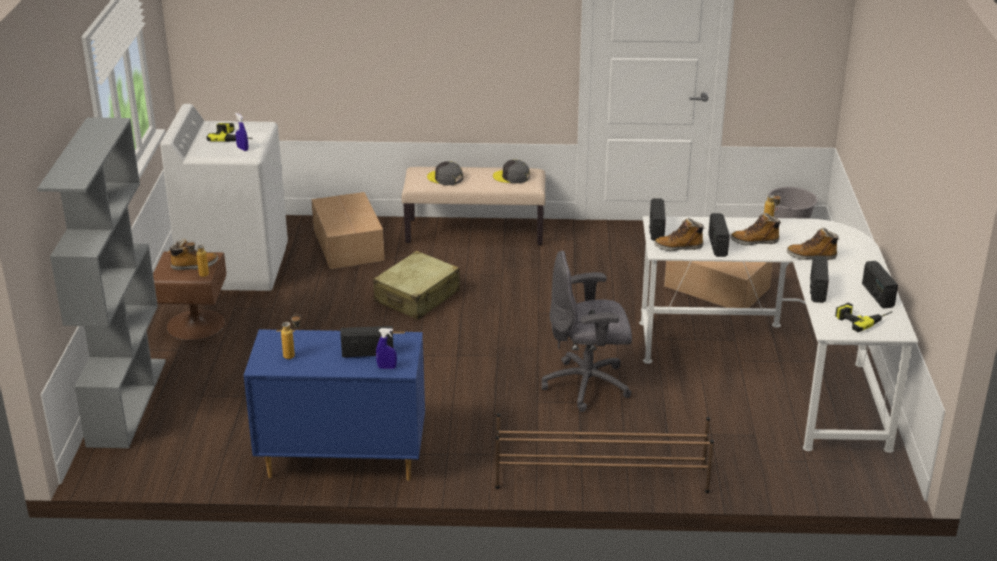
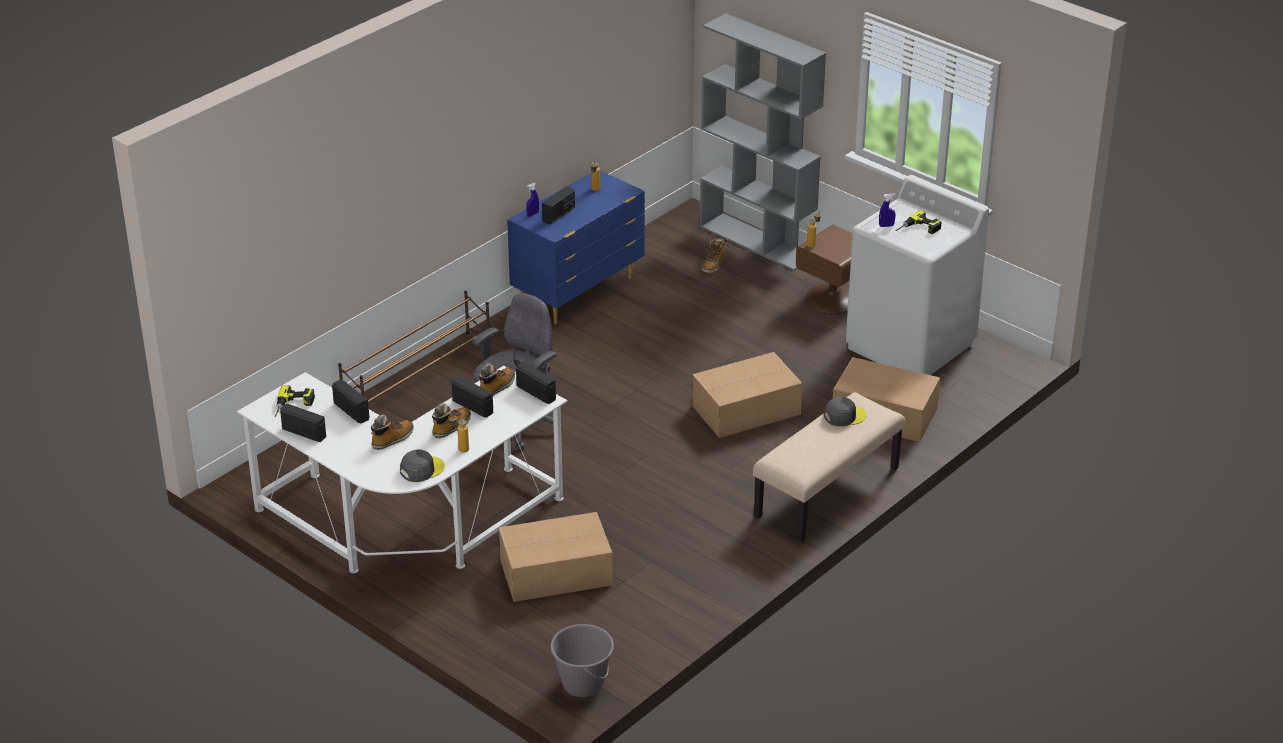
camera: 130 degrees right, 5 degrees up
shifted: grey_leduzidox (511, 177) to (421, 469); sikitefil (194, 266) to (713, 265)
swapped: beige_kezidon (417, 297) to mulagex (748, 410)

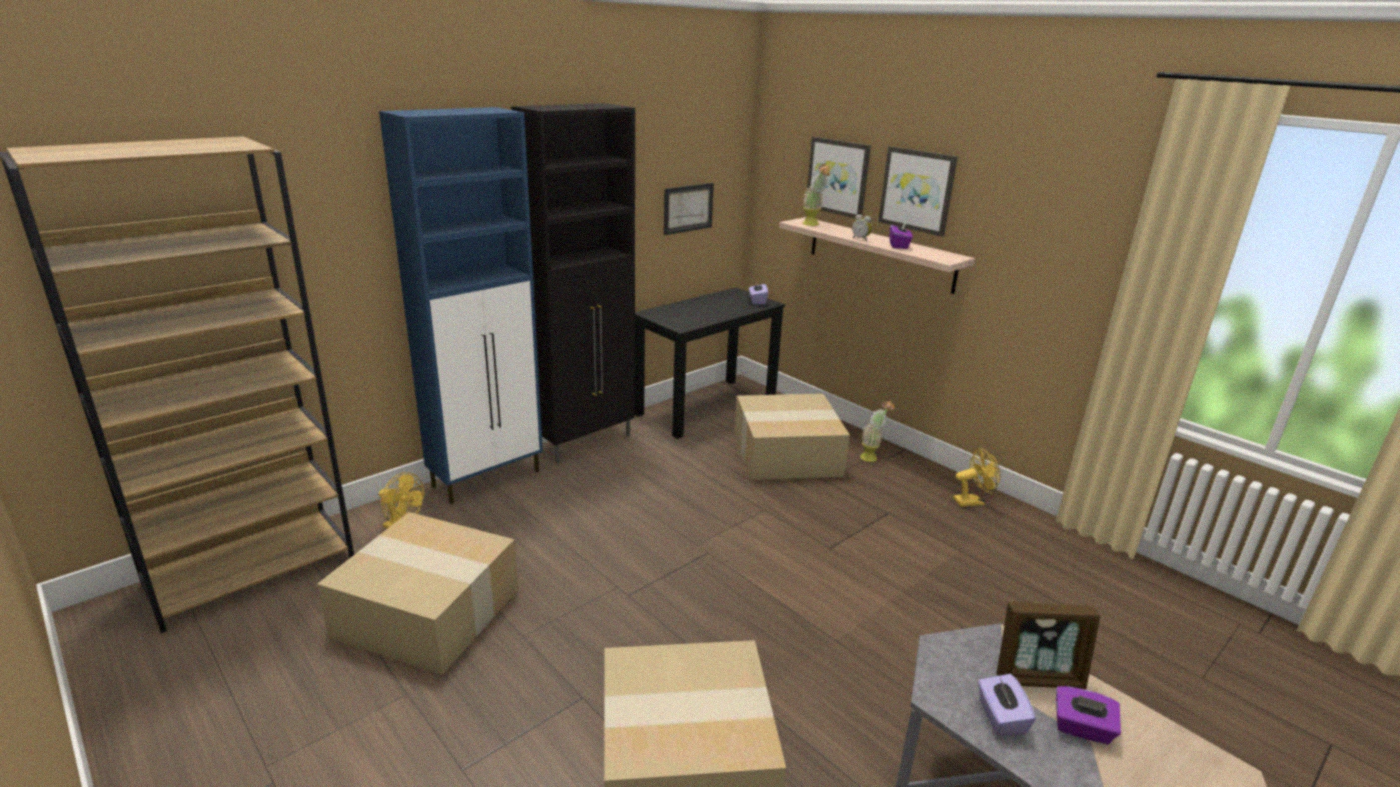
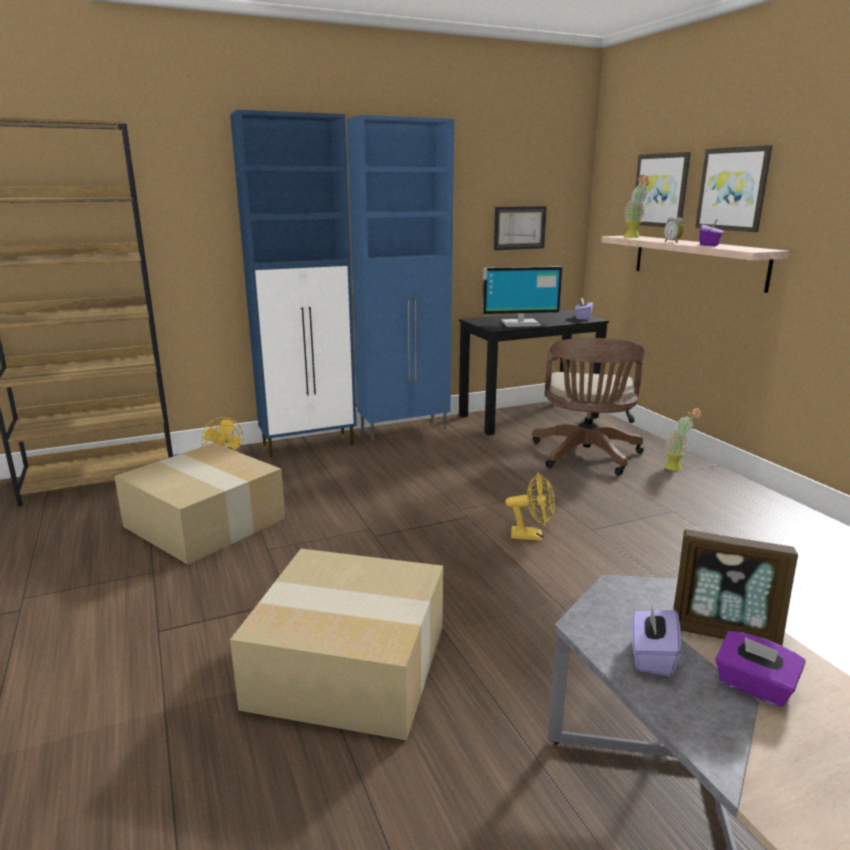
camera: 20 degrees right, 5 degrees down
new: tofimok (520, 323)
shifted: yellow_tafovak (972, 501) to (532, 536)
swapped: mulagex (785, 455) to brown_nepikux (586, 456)
repainted: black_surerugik (585, 442) to blue_surerugik (405, 430)

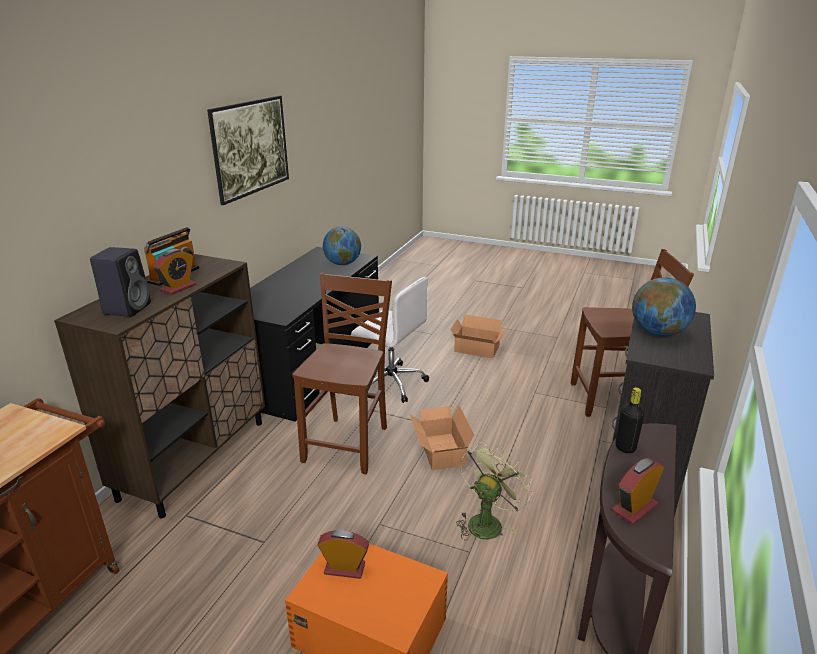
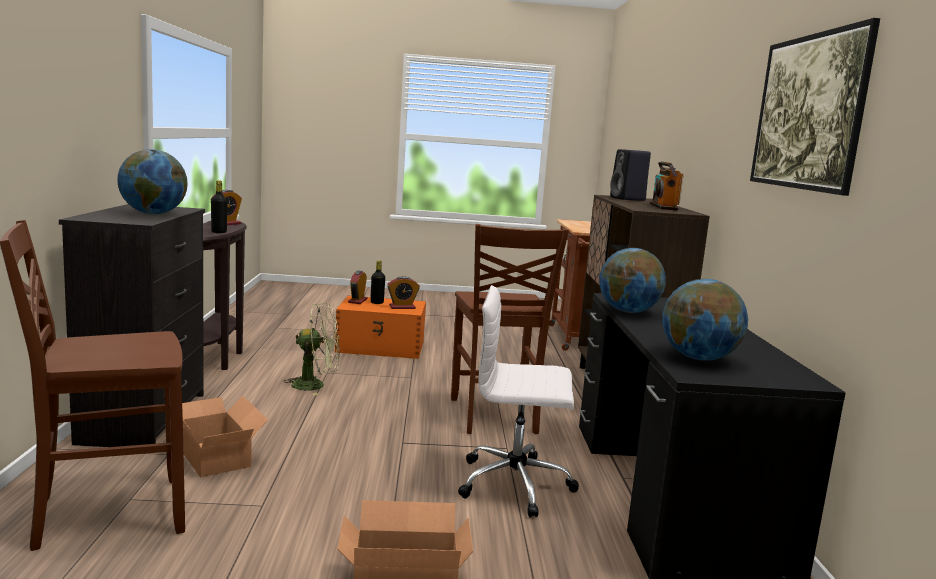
camera: 155 degrees right, 15 degrees down
new: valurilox (628, 311); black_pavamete (377, 303)
shifted: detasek (178, 288) to (357, 301); mulagex (440, 452) to (217, 455)
rotated: green_tafovak (487, 521) = (315, 385) 105 degrees counterclockwise

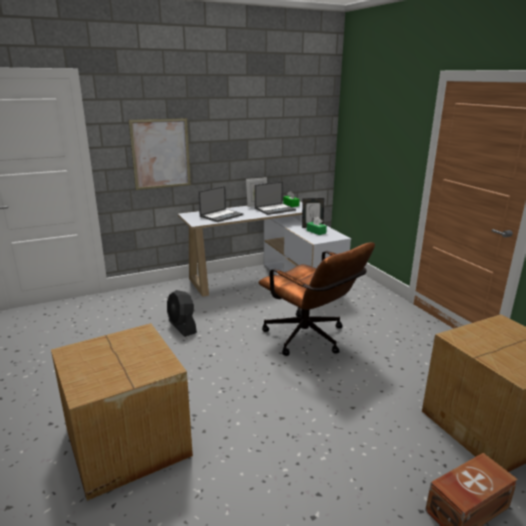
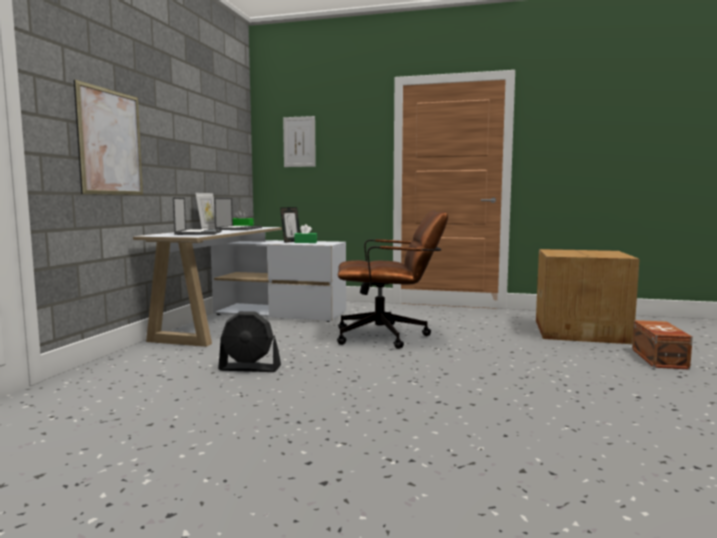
camera: 50 degrees left, 15 degrees down
gone: mulagex (126, 444)
new: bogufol (299, 142)

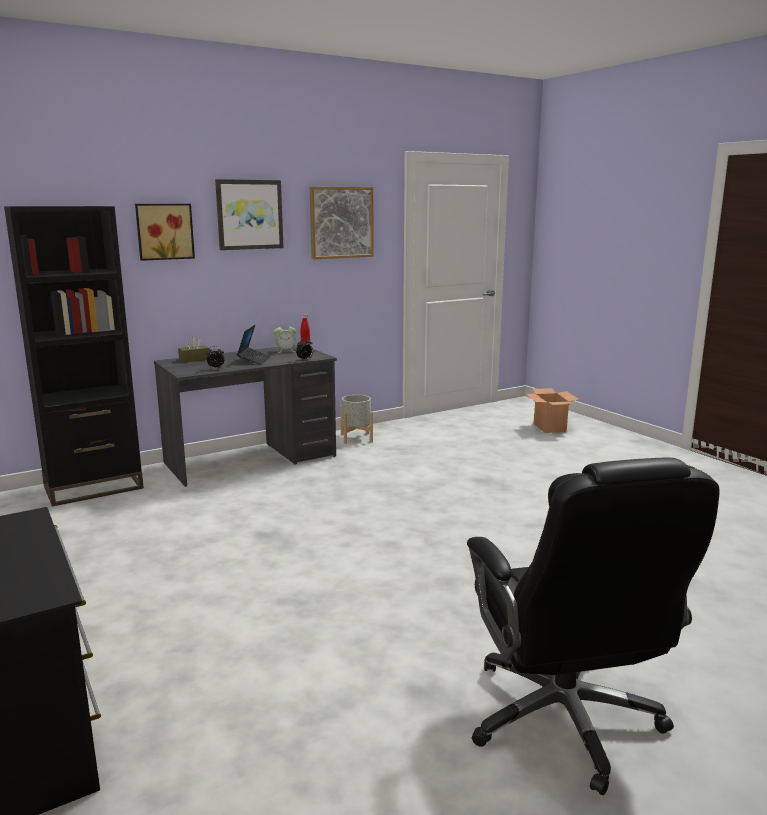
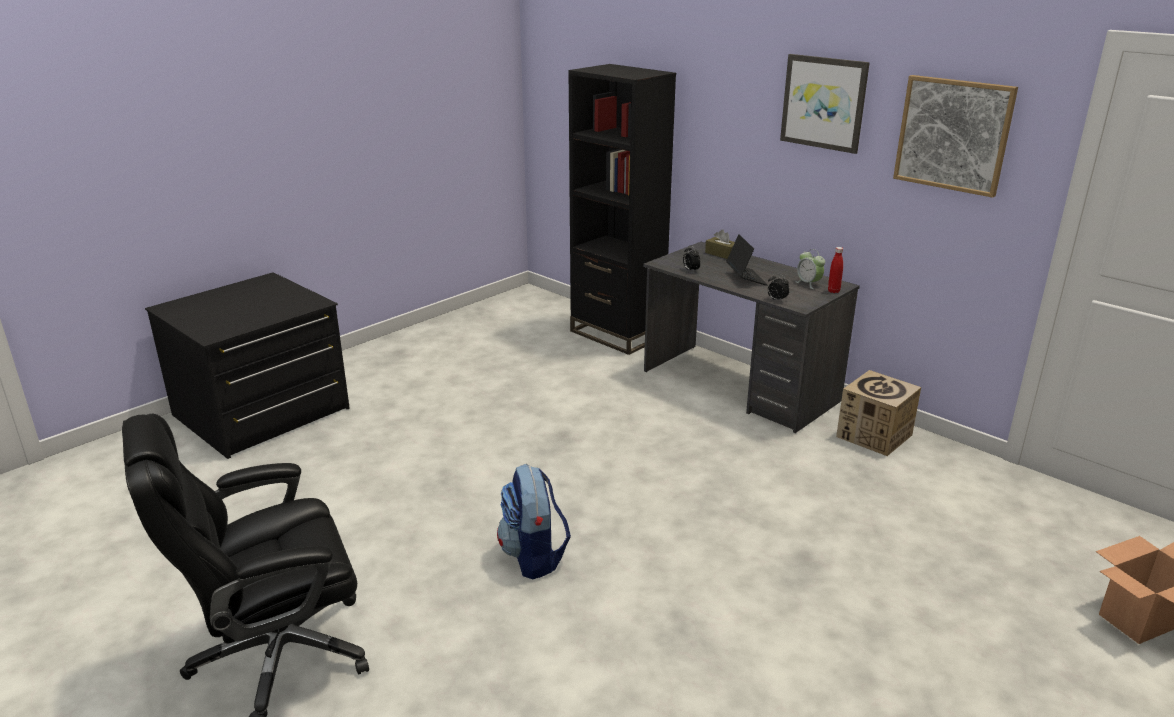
camera: 75 degrees right, 10 degrees up
gone: bogufol (164, 231)
new: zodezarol (534, 557)
swapped: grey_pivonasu (356, 438) to mulagex (874, 436)
rotated: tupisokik (254, 360) = (745, 278) 90 degrees counterclockwise

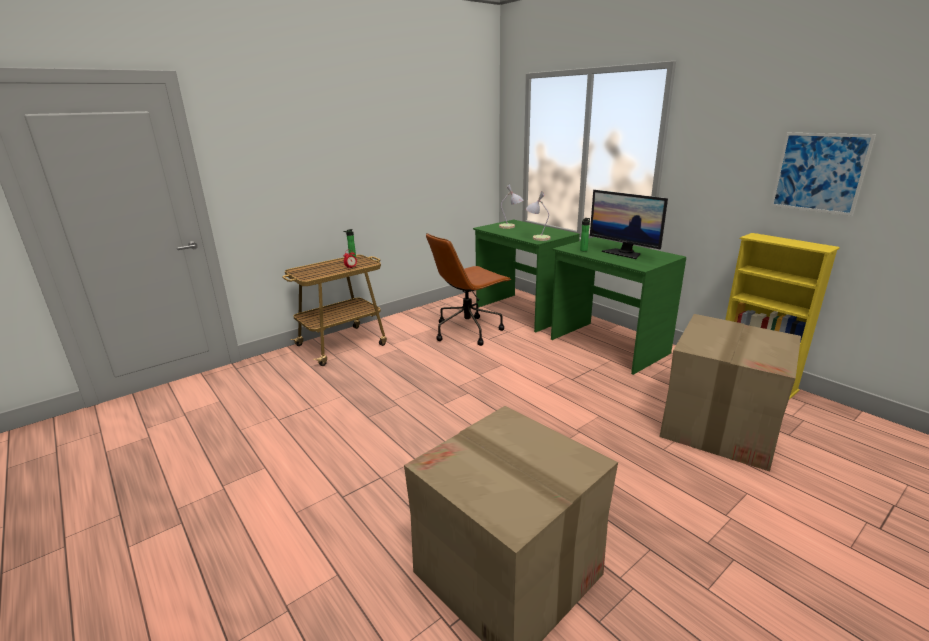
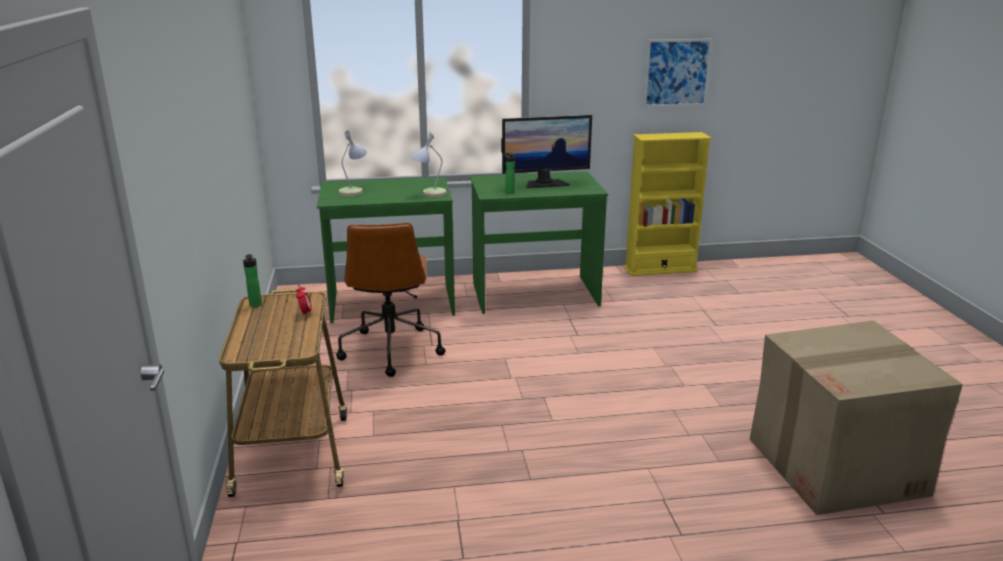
camera: 60 degrees left, 0 degrees up
gone: mulagex (720, 427)

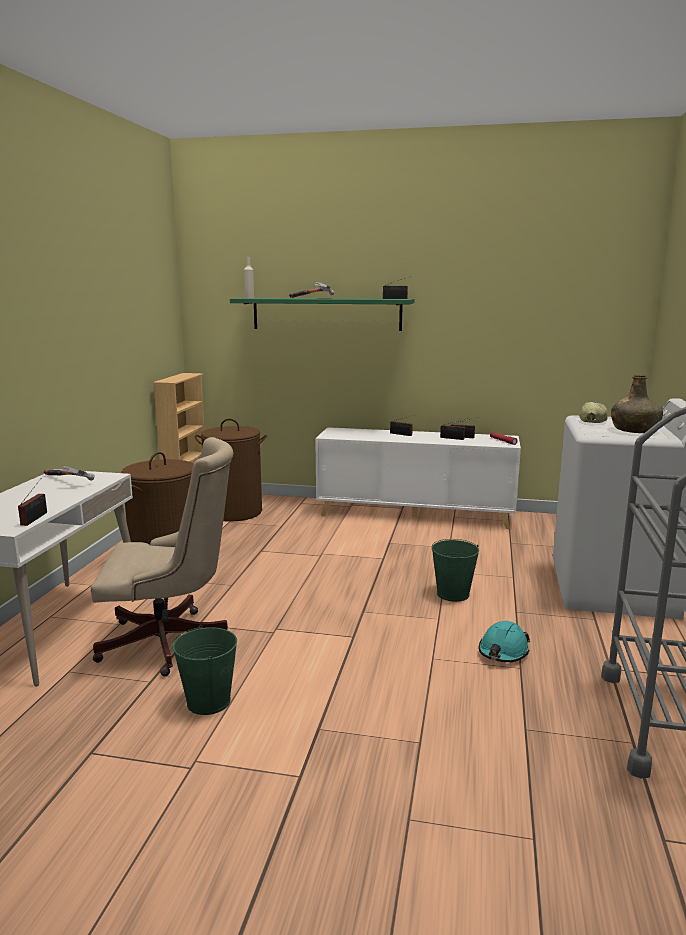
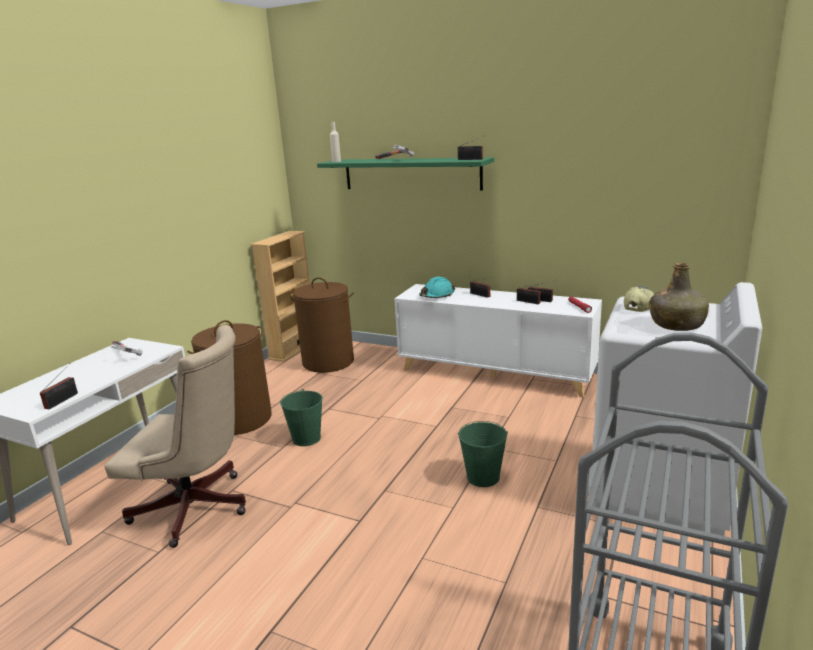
camera: 15 degrees right, 5 degrees up
shifted: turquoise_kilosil (503, 652) to (437, 296); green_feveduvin (209, 701) to (306, 438)

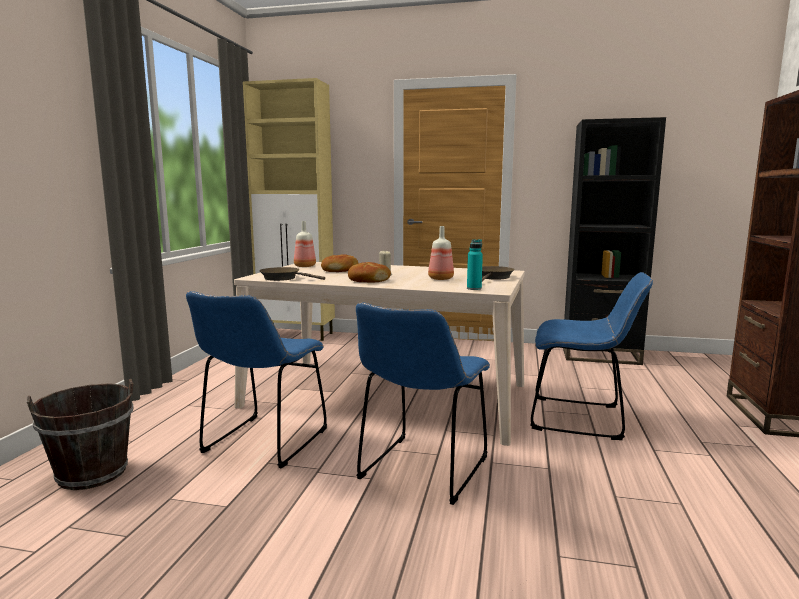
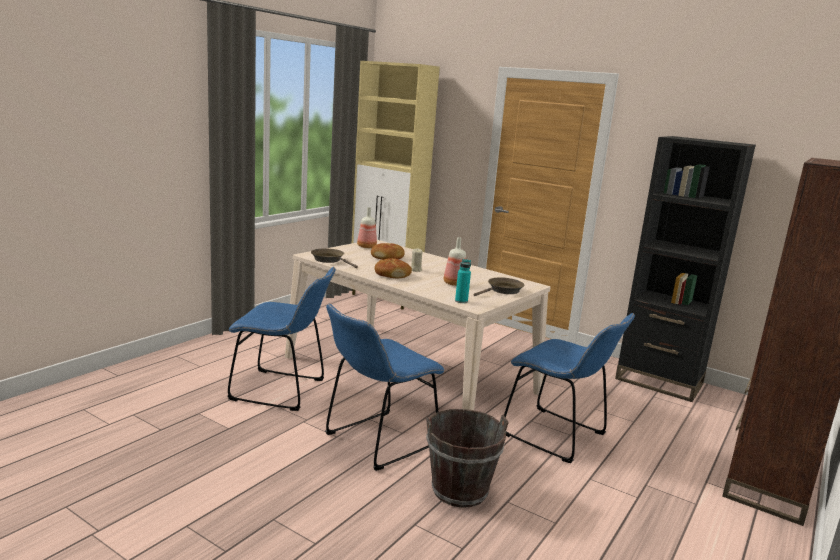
camera: 20 degrees right, 5 degrees up
shifted: brown_feveduvin (92, 474) to (459, 491)
rotated: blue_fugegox (262, 444) = (283, 391) 120 degrees counterclockwise

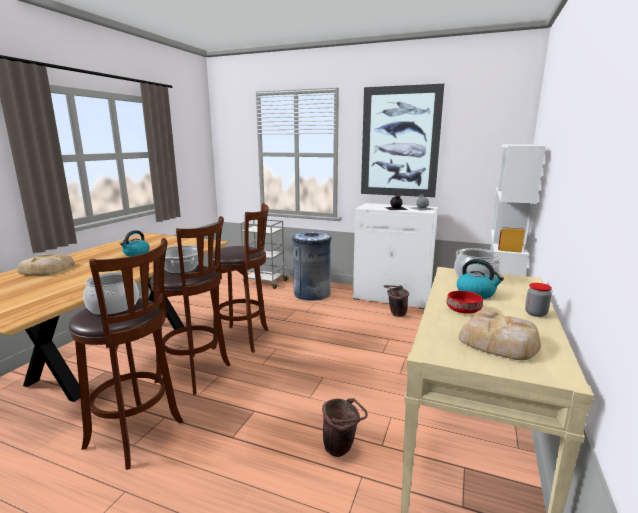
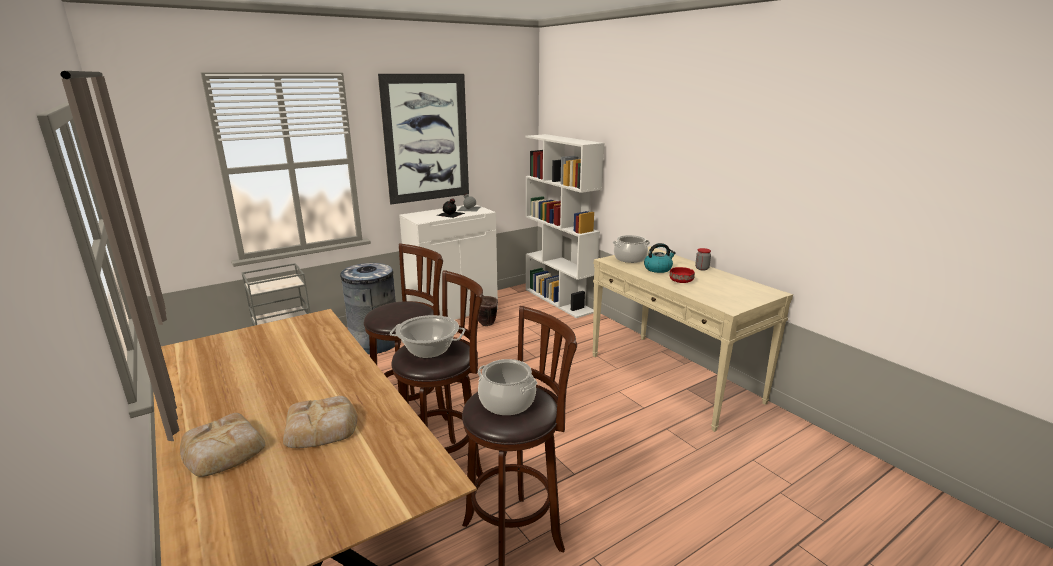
camera: 55 degrees left, 5 degrees up
gone: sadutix (136, 254); brown_feveduvin (342, 449)
shifted: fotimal (499, 342) to (322, 427)

